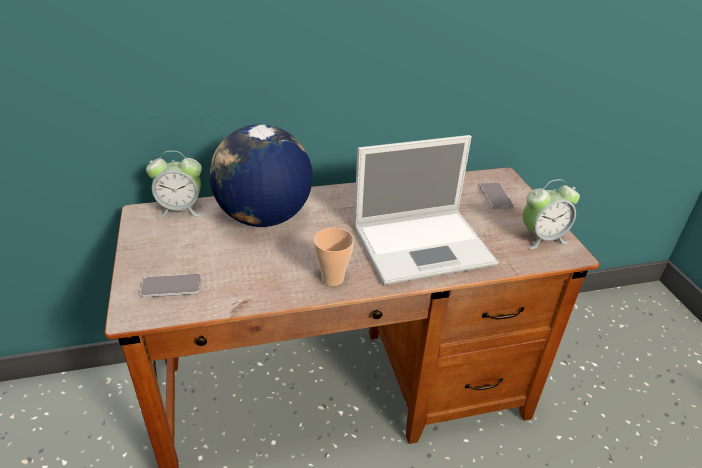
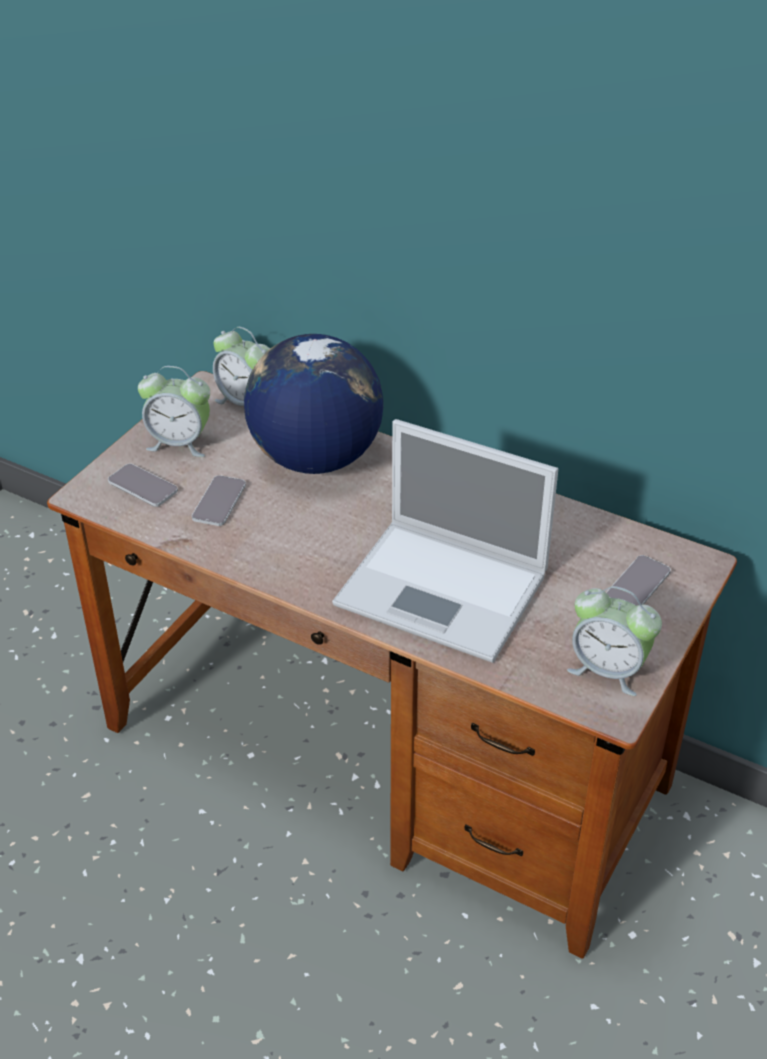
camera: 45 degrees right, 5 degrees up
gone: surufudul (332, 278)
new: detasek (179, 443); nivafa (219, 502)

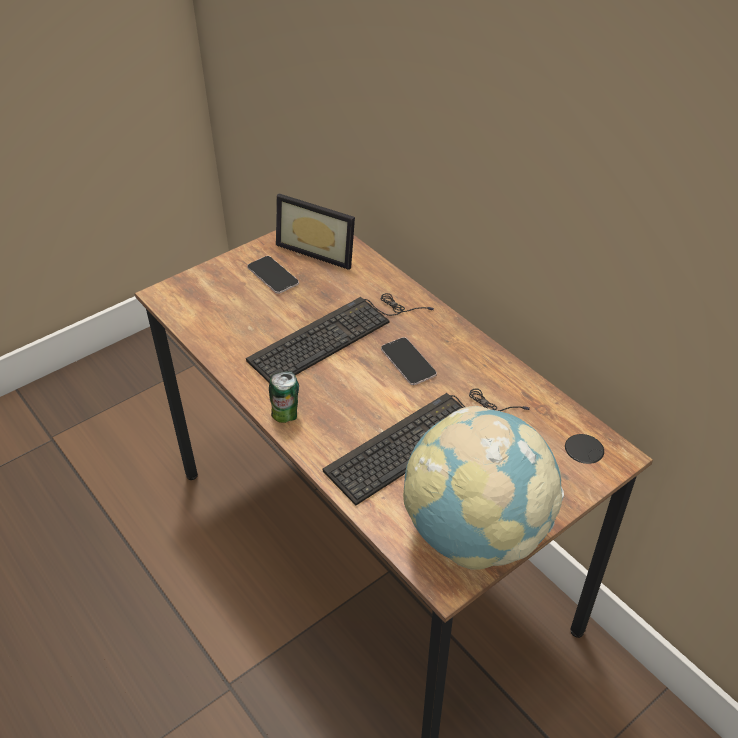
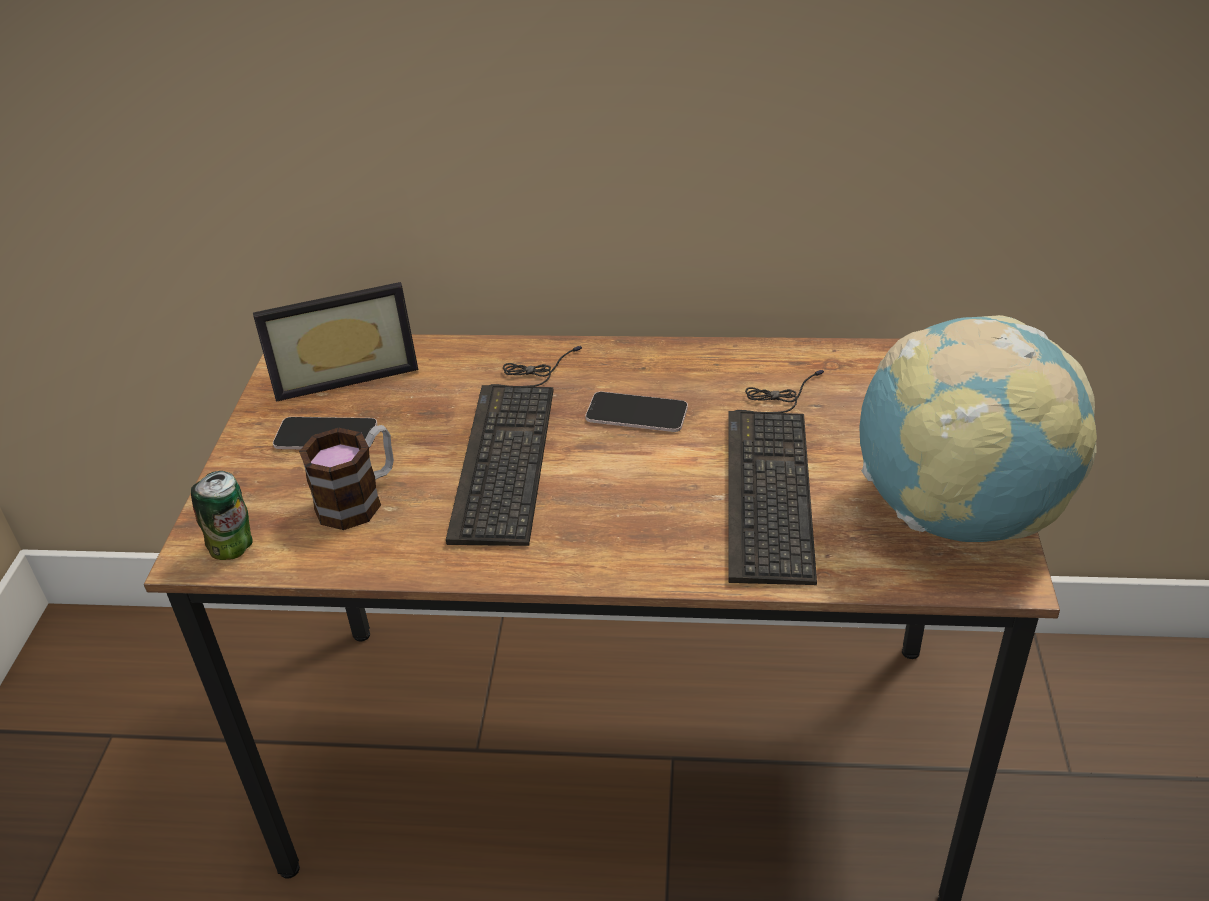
camera: 45 degrees left, 5 degrees down
new: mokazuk (359, 499)
shifted: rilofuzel (286, 415) to (234, 547)

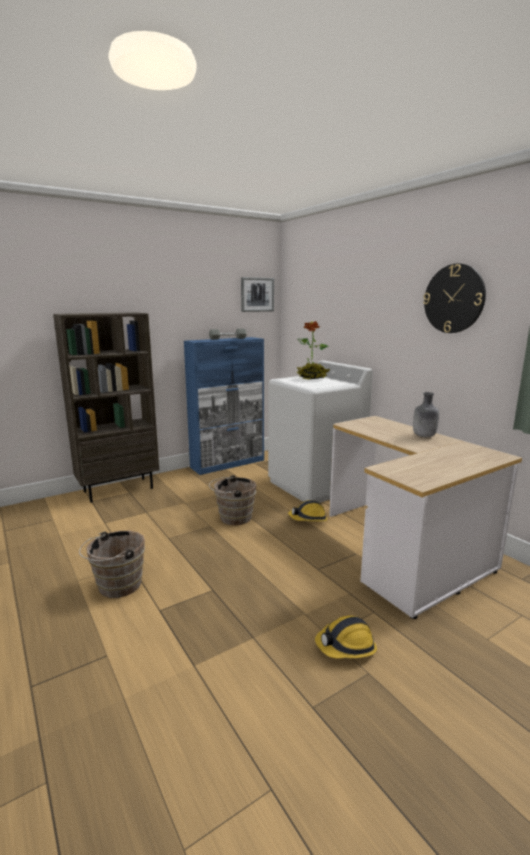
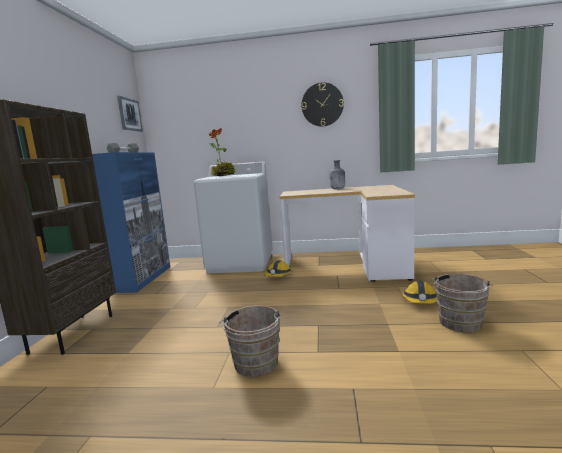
camera: 50 degrees left, 5 degrees down
shifted: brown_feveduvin (233, 517) to (459, 324)

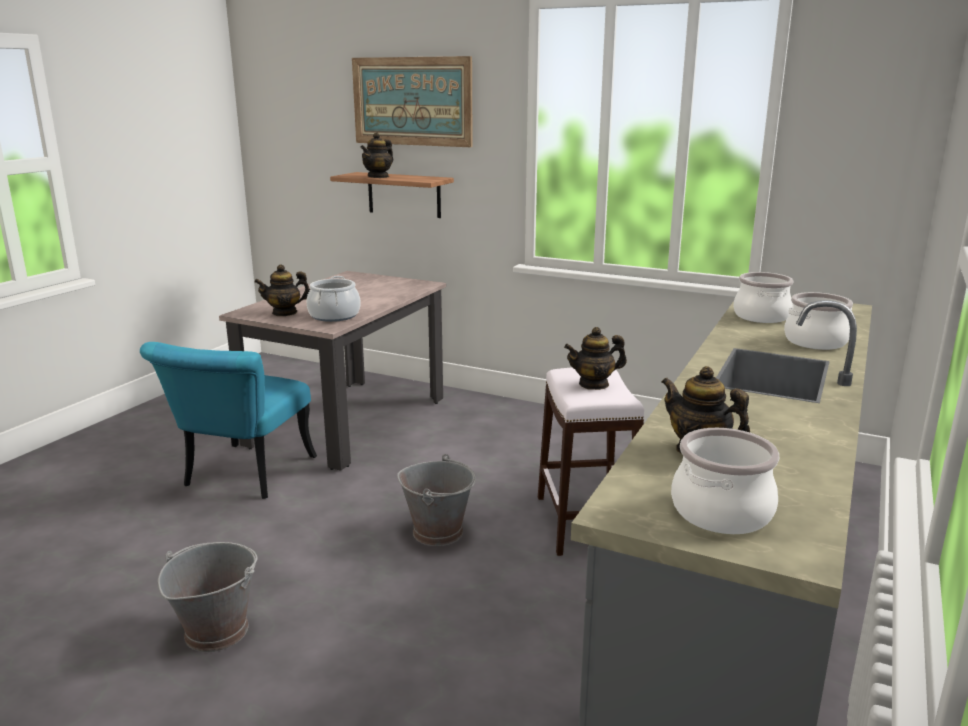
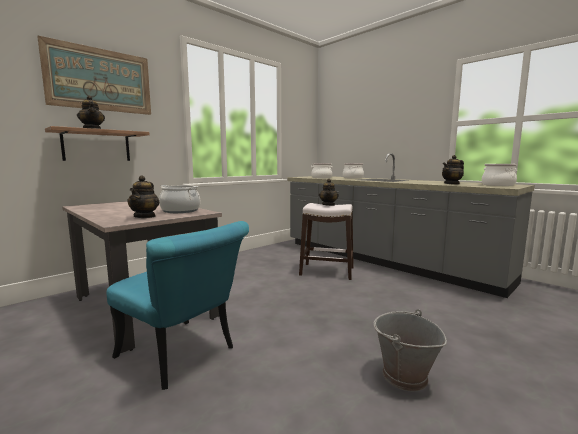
camera: 70 degrees left, 10 degrees down
gone: grey_feveduvin (438, 532)

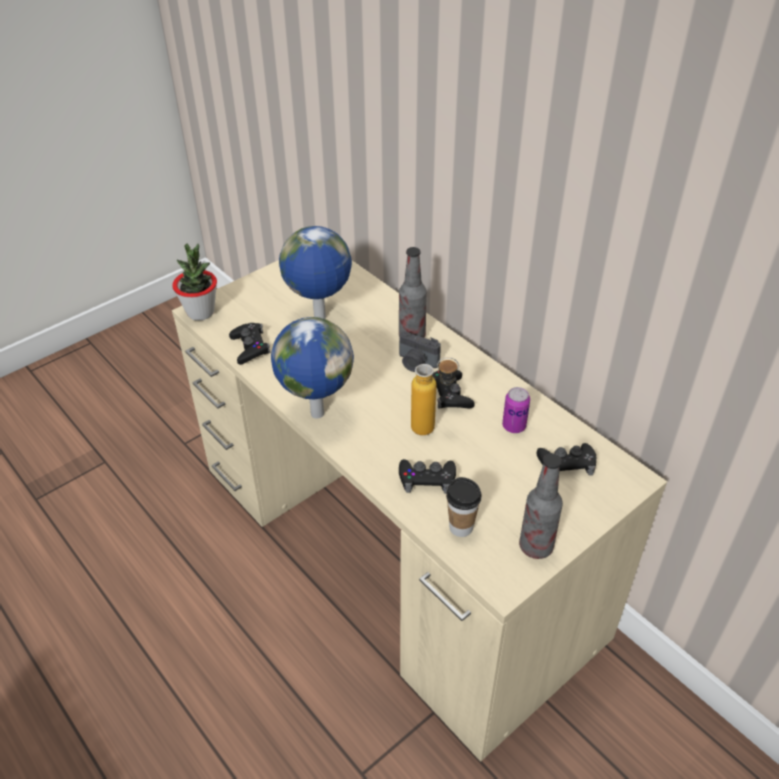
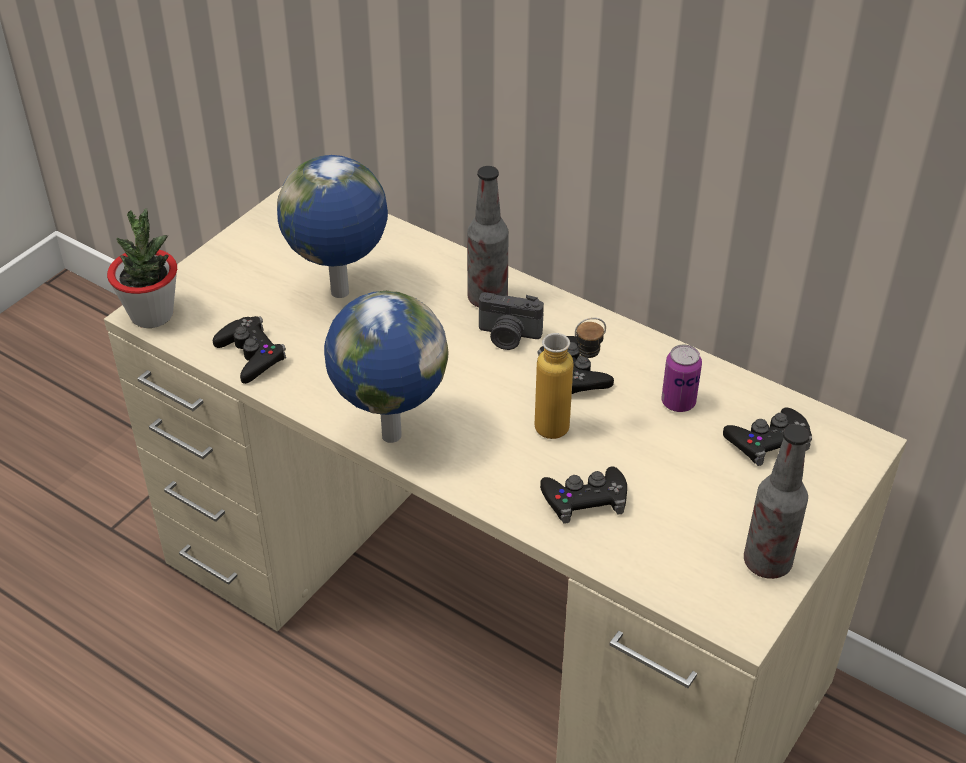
camera: 15 degrees left, 0 degrees up
gone: surufudul (461, 527)

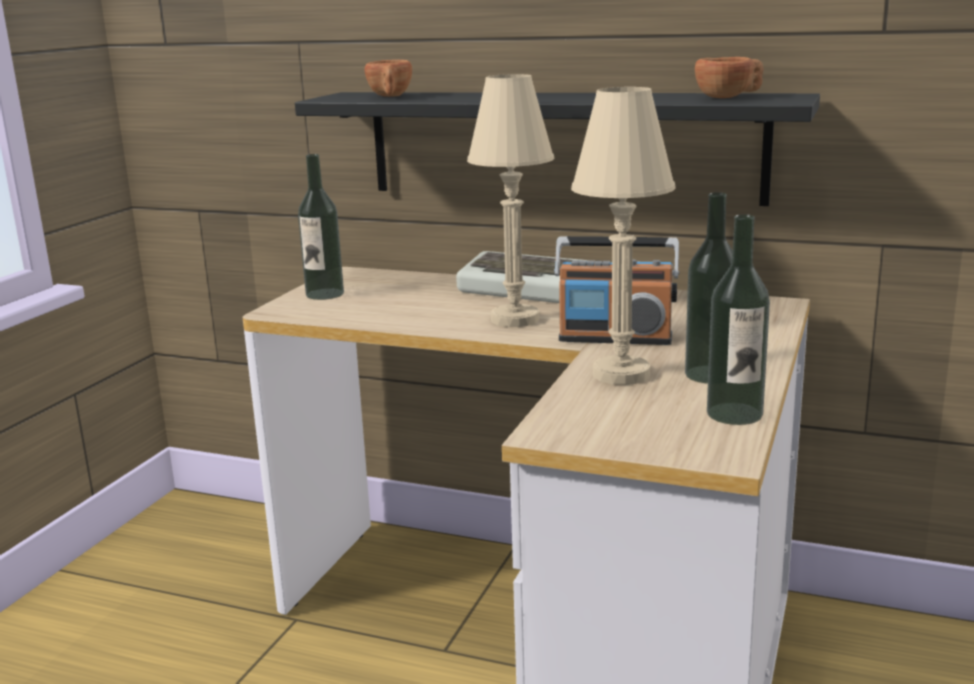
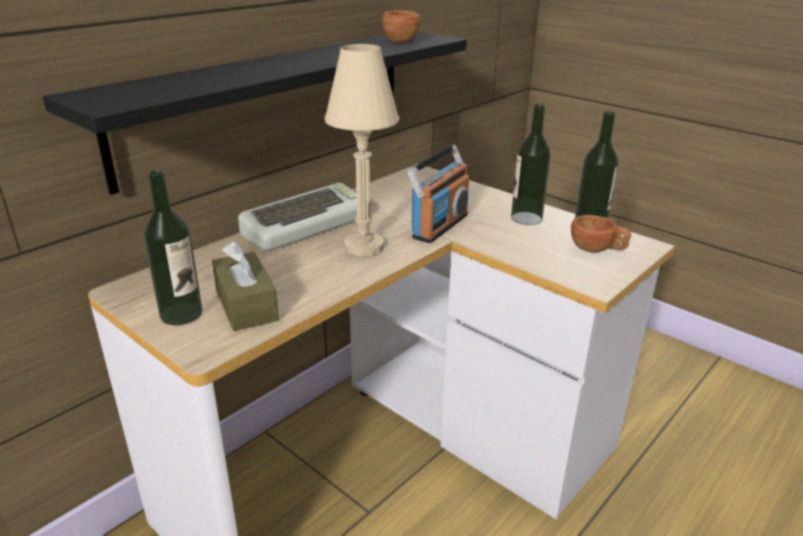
camera: 70 degrees left, 10 degrees up
gone: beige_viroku (621, 374)
new: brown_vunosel (246, 305)
shifted: brown_surufudul (390, 97) to (597, 250)

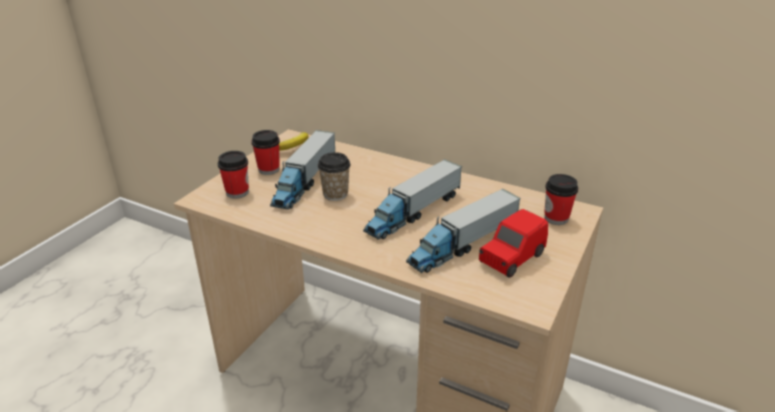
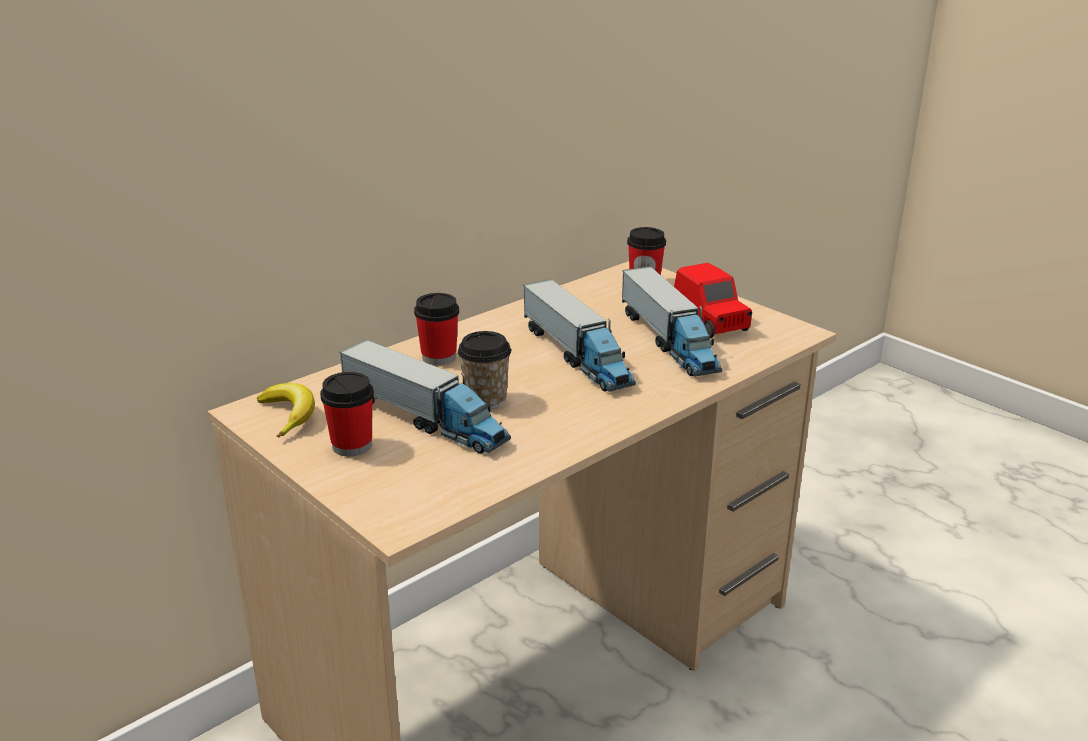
camera: 70 degrees left, 5 degrees down
shifted: surufudul (237, 192) to (439, 357)

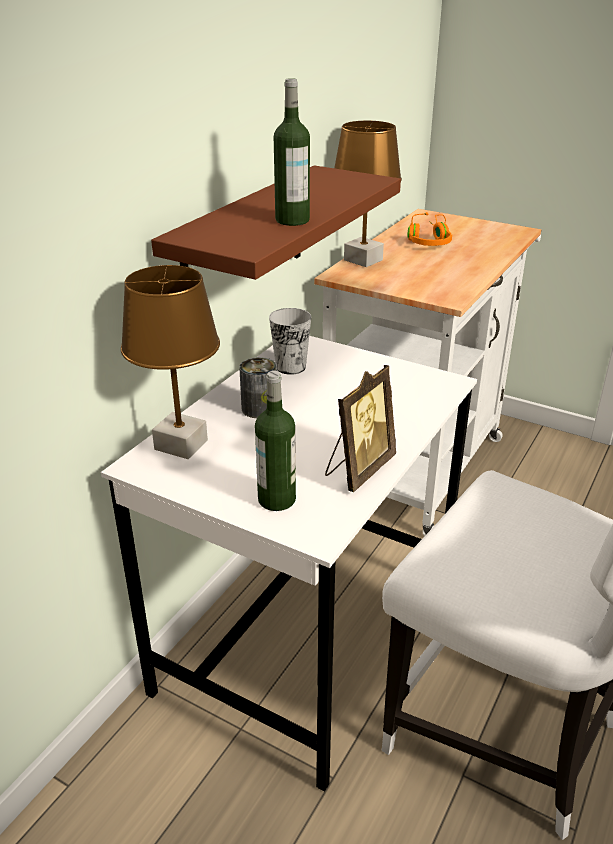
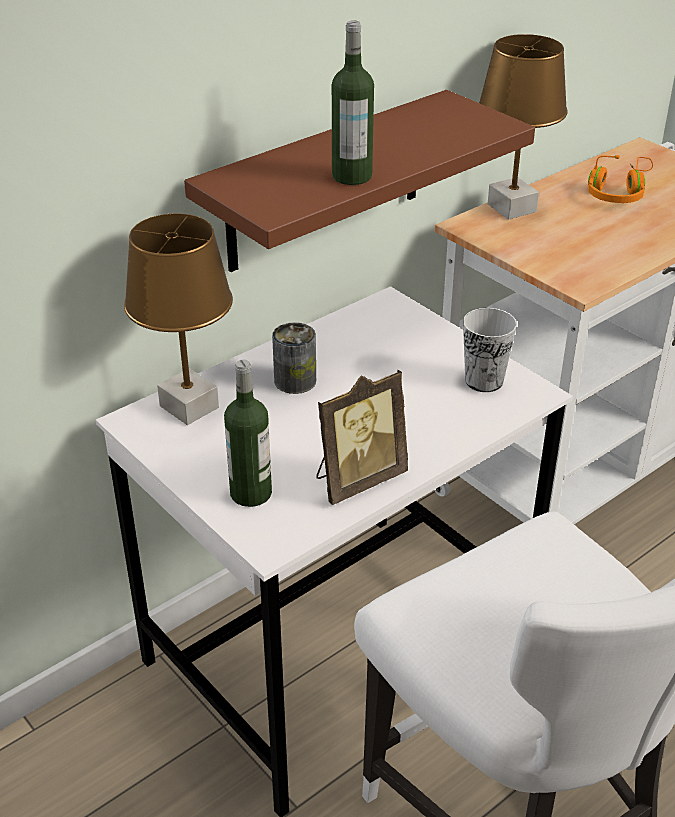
camera: 20 degrees right, 5 degrees up
shifted: surufudul (290, 367) to (484, 381)

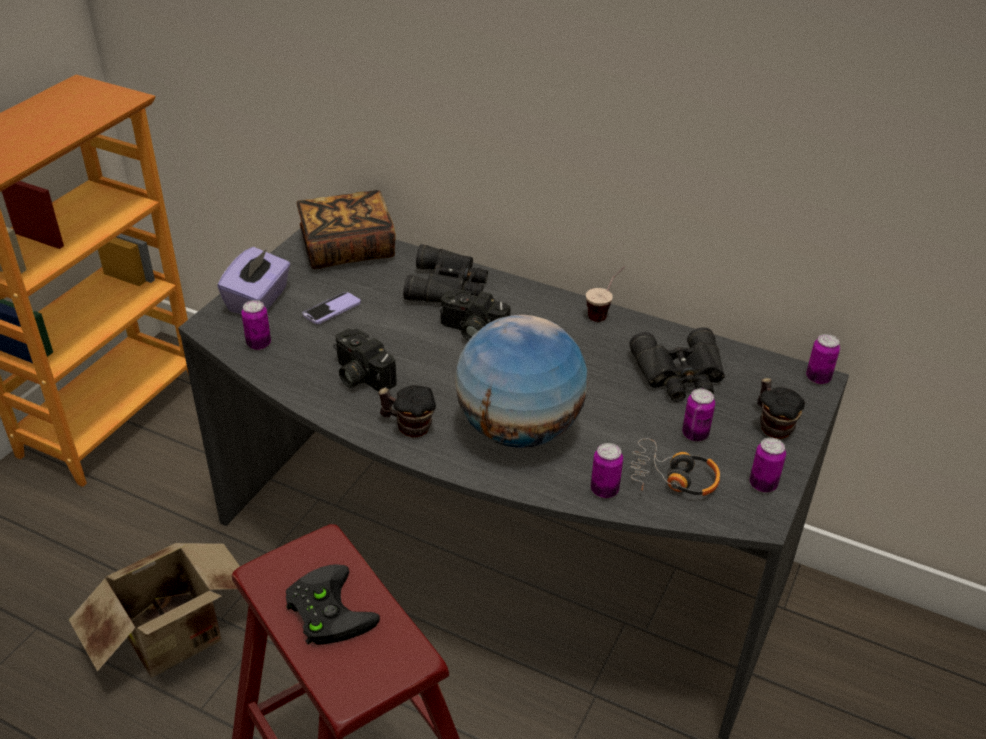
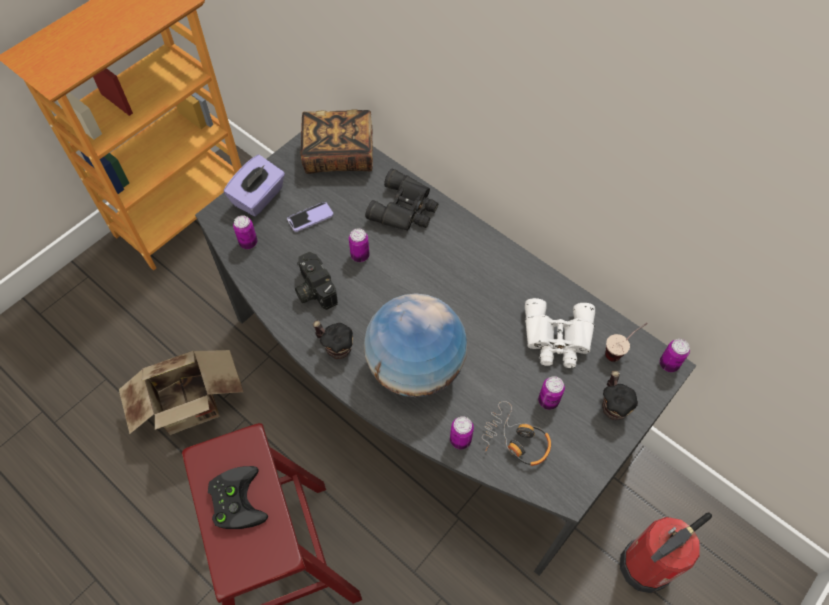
camera: 15 degrees right, 20 degrees up
gone: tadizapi (471, 331)
new: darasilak (646, 565)
shifted: surufudul (604, 312) to (620, 350); rilofuzel (763, 484) to (360, 255)
repainted: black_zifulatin (680, 375) to white_zifulatin (557, 338)

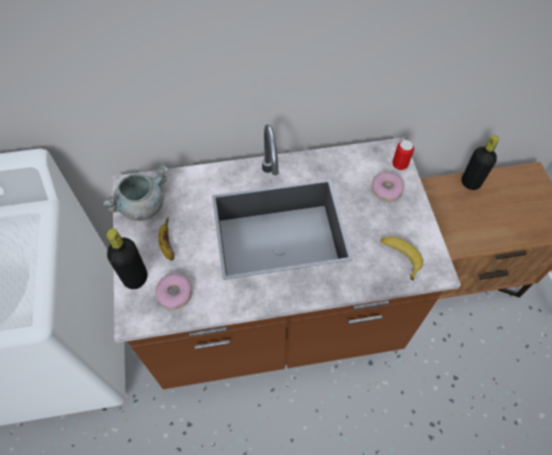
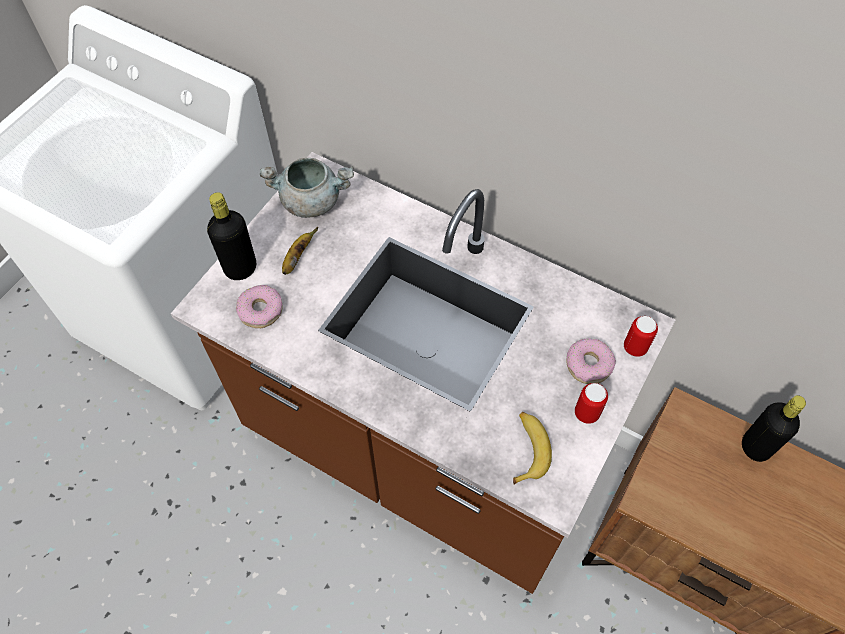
camera: 40 degrees right, 0 degrees up
new: rilofuzel (586, 413)

